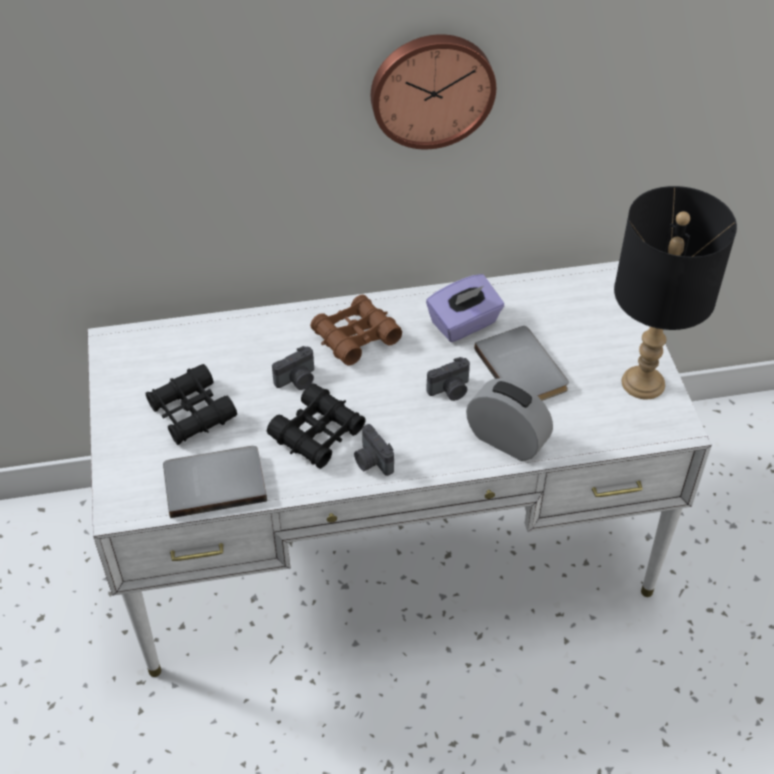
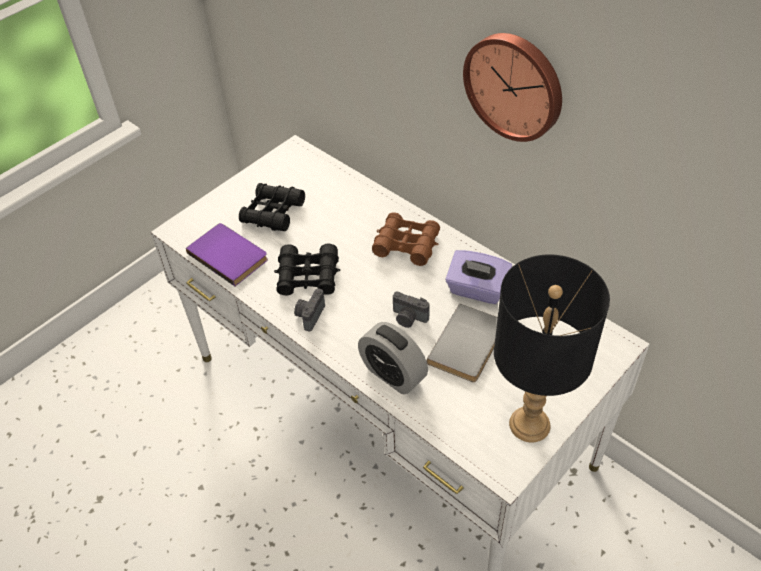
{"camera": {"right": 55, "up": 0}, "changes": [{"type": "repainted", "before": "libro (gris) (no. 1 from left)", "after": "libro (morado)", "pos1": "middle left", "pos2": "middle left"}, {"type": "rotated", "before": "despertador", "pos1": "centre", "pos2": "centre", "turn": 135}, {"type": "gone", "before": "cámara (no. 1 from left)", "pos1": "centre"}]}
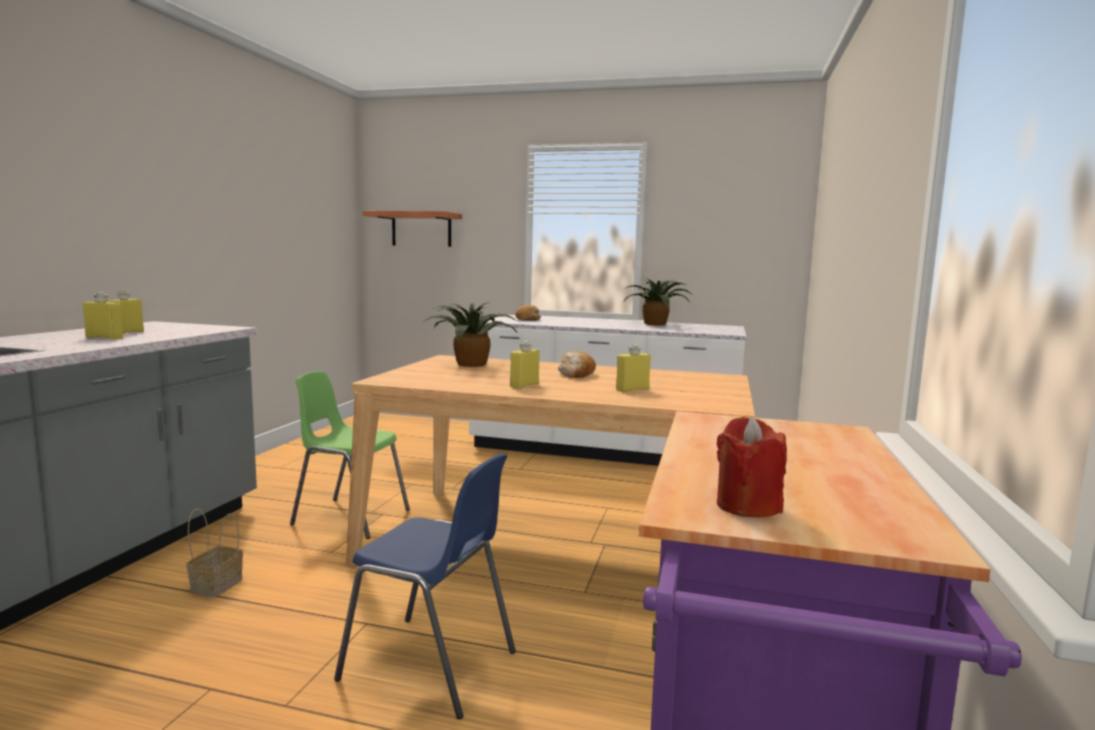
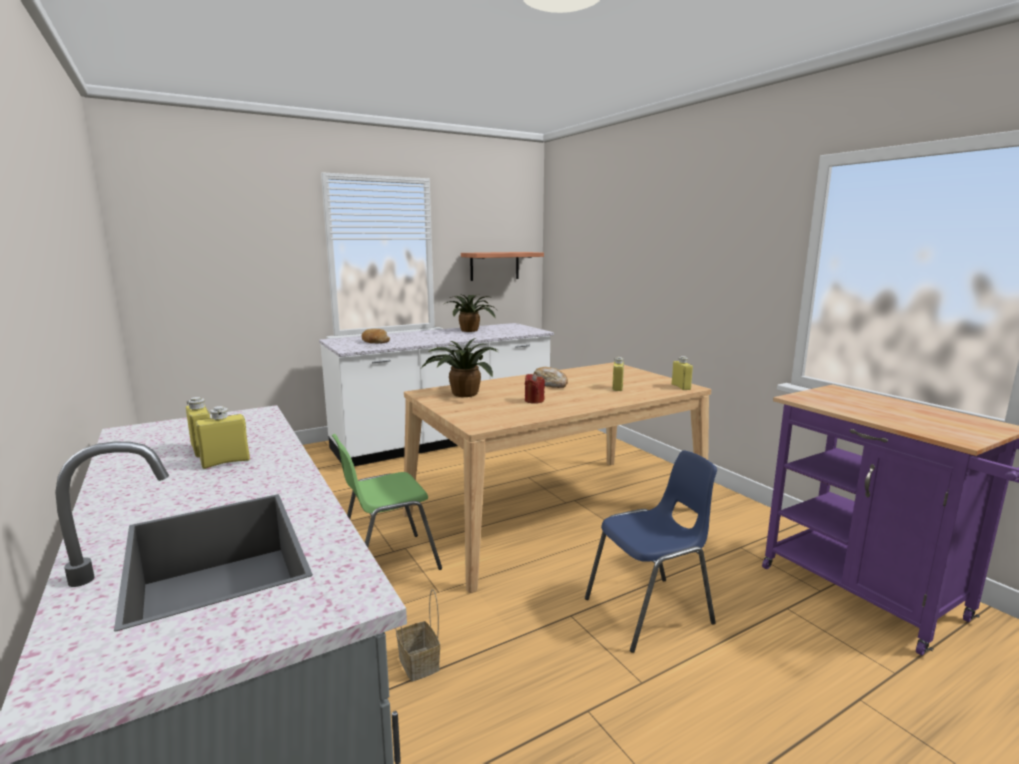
{"camera": {"right": -45, "up": 5}, "changes": [{"type": "shifted", "before": "estante", "pos1": "top centre", "pos2": "centre"}, {"type": "shifted", "before": "vela (rojo)", "pos1": "middle right", "pos2": "centre"}, {"type": "shifted", "before": "botella (amarillo) (no. 3 from left in the first image)", "after": "botella (amarillo) (no. 4 from left)", "pos1": "centre", "pos2": "middle right"}]}
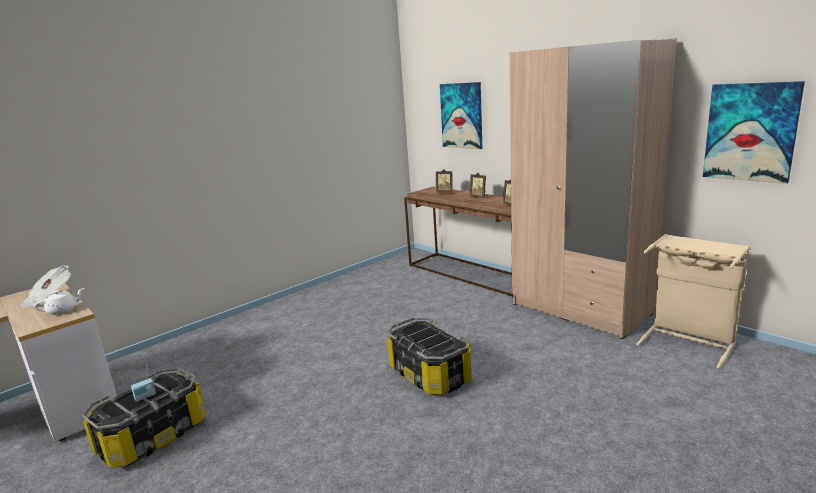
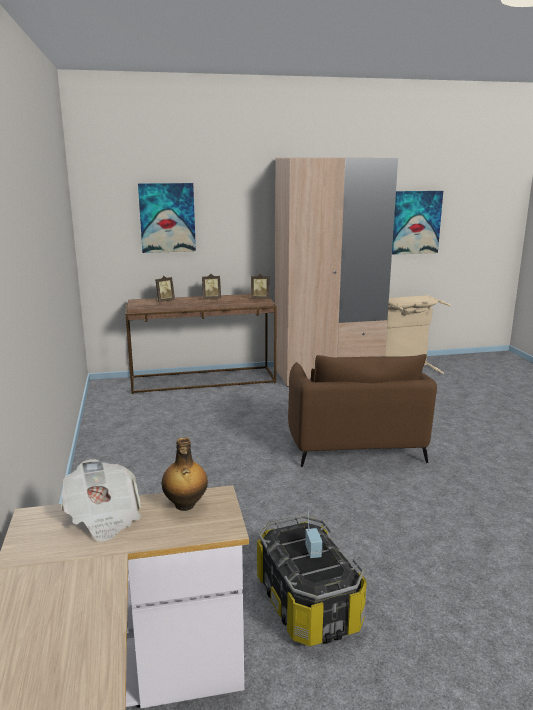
{"camera": {"right": -60, "up": 0}, "changes": [{"type": "swapped", "before": "tetera (blanco)", "after": "botella", "pos1": "middle left", "pos2": "bottom centre"}, {"type": "swapped", "before": "caja de almacenaje (no. 2 from left)", "after": "sillón (marrón)", "pos1": "bottom centre", "pos2": "middle right"}]}
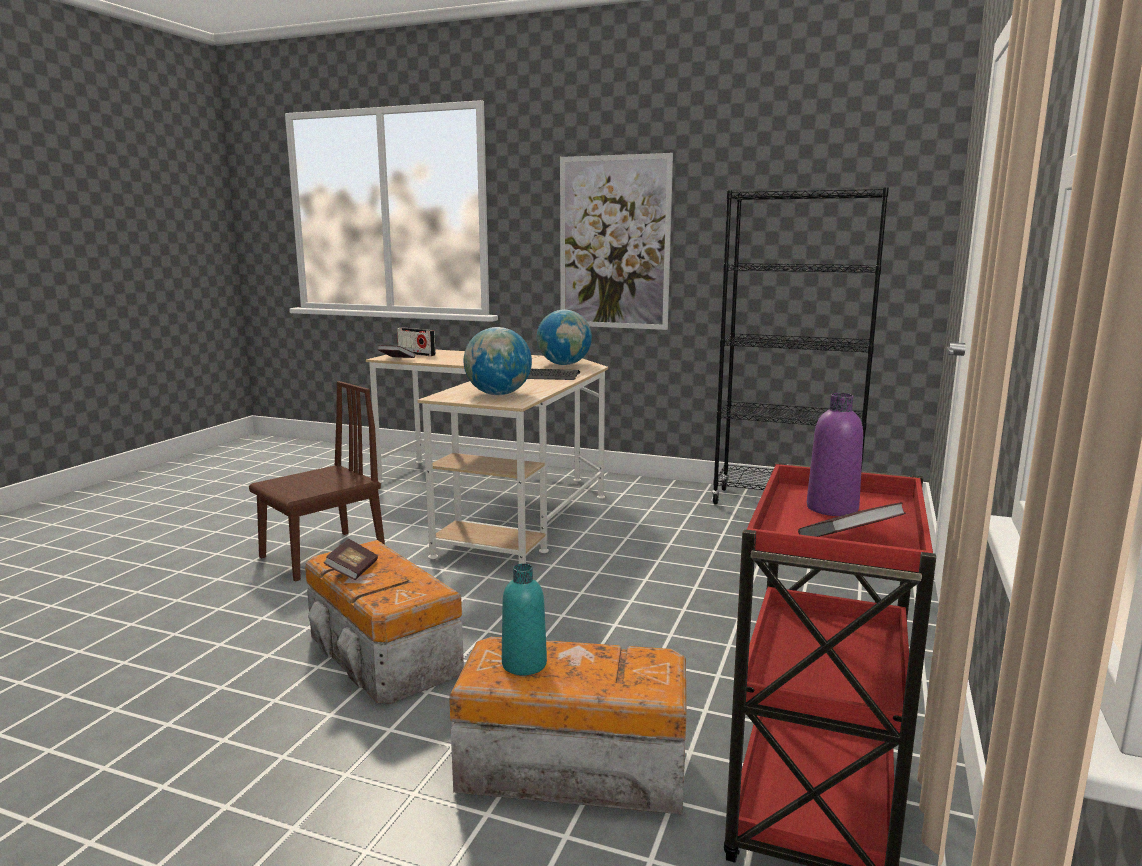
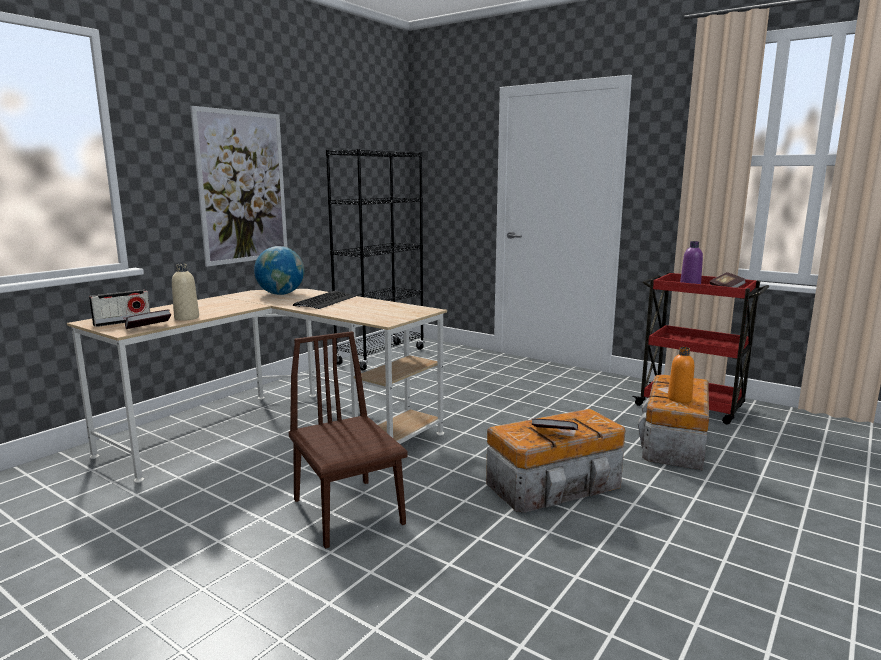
{"camera": {"right": -75, "up": 0}, "changes": [{"type": "new", "after": "botella (beis)", "pos2": "middle left"}, {"type": "repainted", "before": "botella (turquesa)", "after": "botella (naranja)", "pos1": "bottom centre", "pos2": "middle right"}, {"type": "gone", "before": "globo terráqueo (no. 1 from left)", "pos1": "centre"}]}
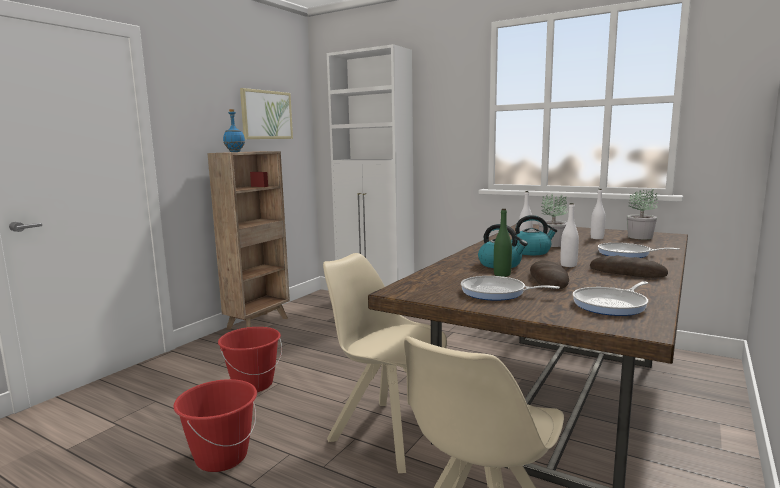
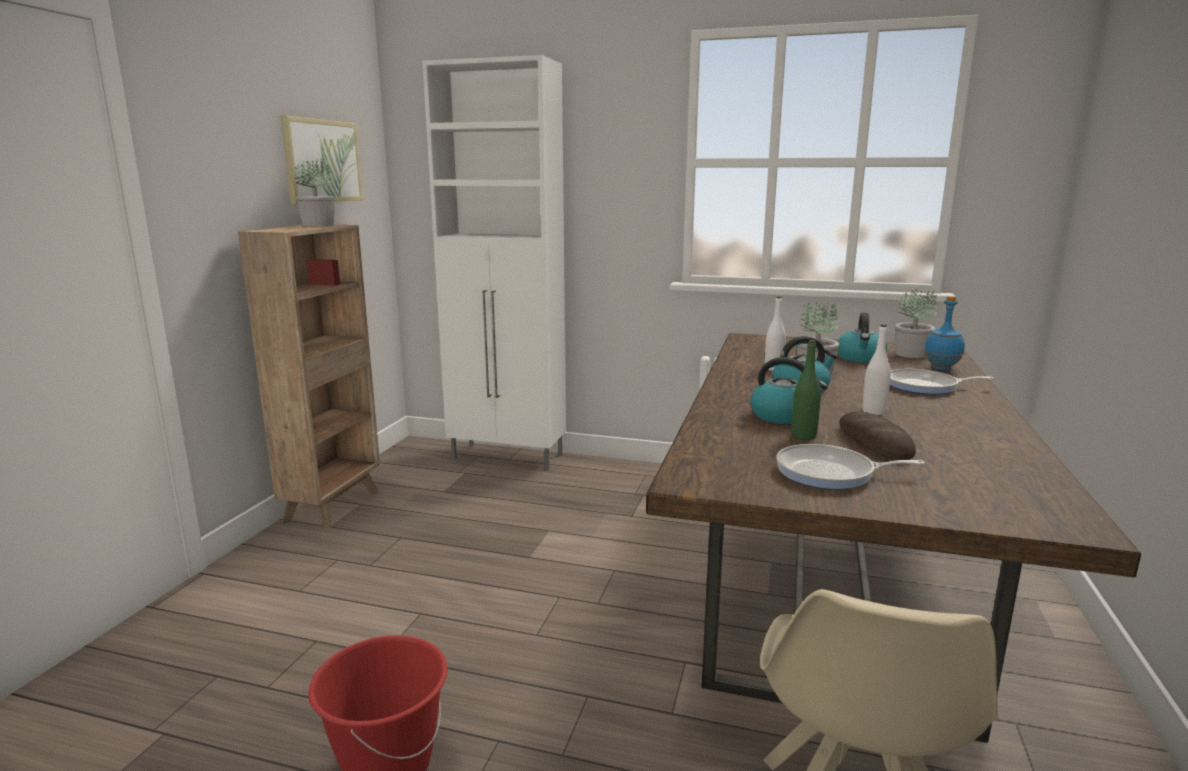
{"camera": {"right": -15, "up": 5}, "changes": [{"type": "new", "after": "planta en maceta (no. 1 from left)", "pos2": "top left"}, {"type": "swapped", "before": "botella (blanco) (no. 3 from left)", "after": "hervidor (no. 3 from left)", "pos1": "middle right", "pos2": "middle right"}, {"type": "shifted", "before": "botella (azul)", "pos1": "top left", "pos2": "middle right"}, {"type": "gone", "before": "cubo (rojo) (no. 2 from left)", "pos1": "bottom left"}, {"type": "gone", "before": "silla (beis) (no. 1 from left)", "pos1": "bottom centre"}, {"type": "gone", "before": "sartén (no. 2 from left)", "pos1": "middle right"}, {"type": "gone", "before": "pan (no. 2 from left)", "pos1": "middle right"}]}
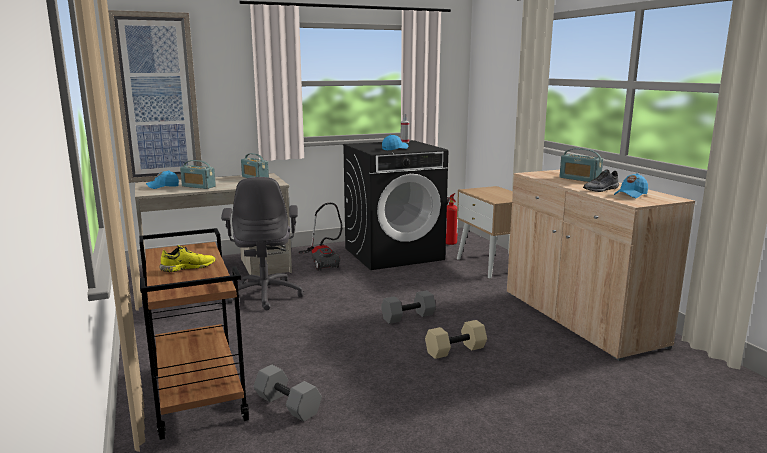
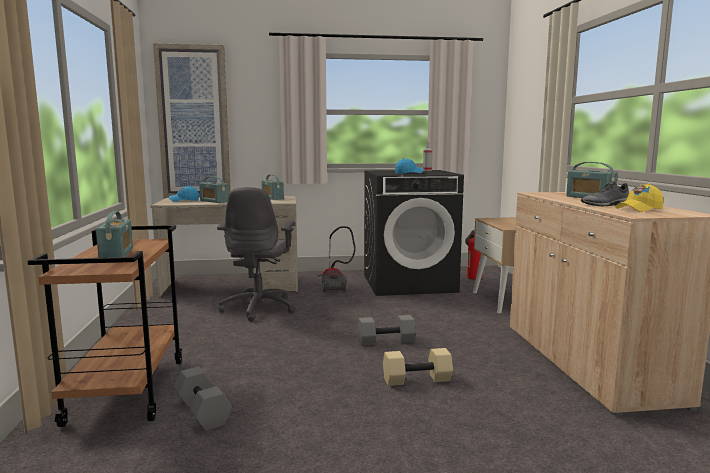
{"camera": {"right": 15, "up": -5}, "changes": [{"type": "swapped", "before": "zapato (amarillo)", "after": "radio (no. 1 from left)", "pos1": "middle left", "pos2": "middle left"}, {"type": "repainted", "before": "gorra (azul) (no. 3 from left)", "after": "gorra (amarillo)", "pos1": "middle right", "pos2": "middle right"}]}
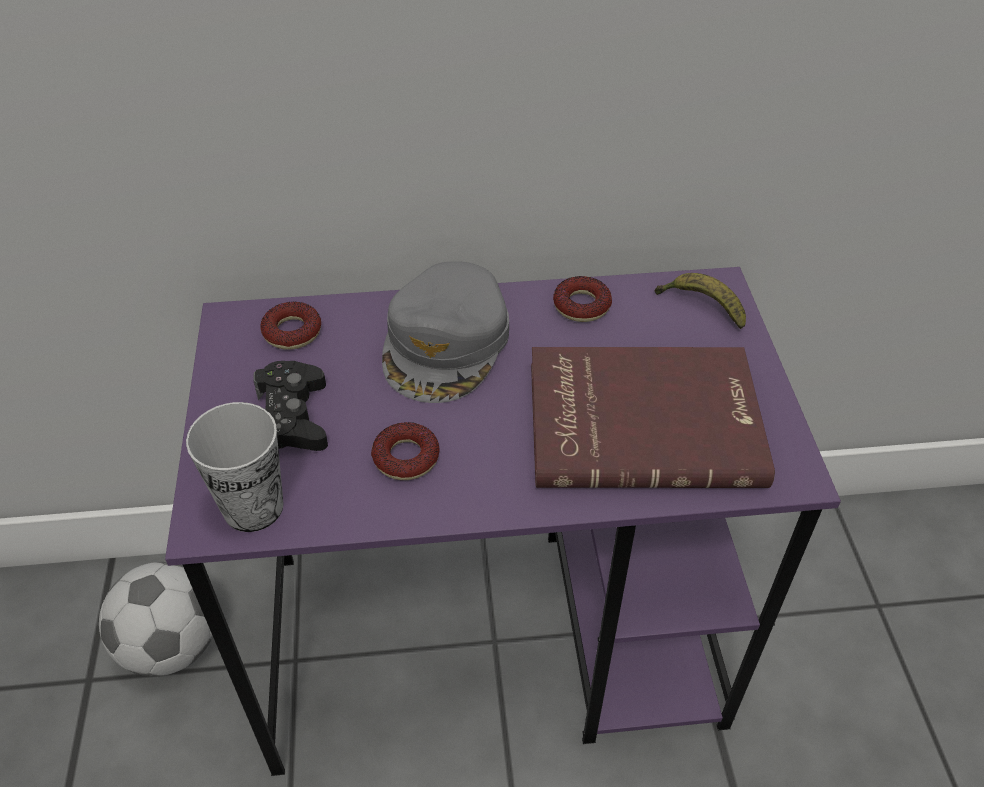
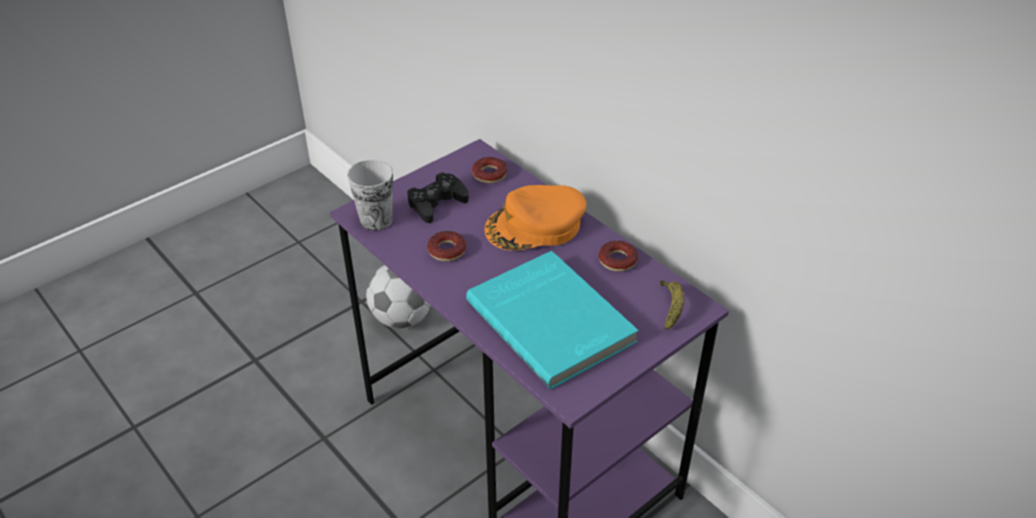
{"camera": {"right": 55, "up": -5}, "changes": [{"type": "repainted", "before": "libro (rojo)", "after": "libro (turquesa)", "pos1": "centre", "pos2": "centre"}, {"type": "repainted", "before": "gorra (gris)", "after": "gorra (naranja)", "pos1": "centre", "pos2": "centre"}]}
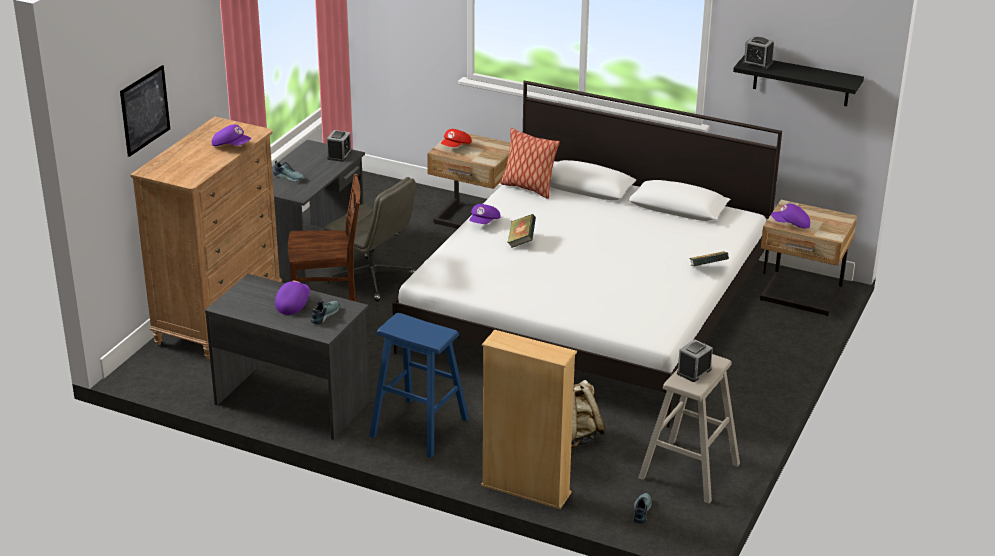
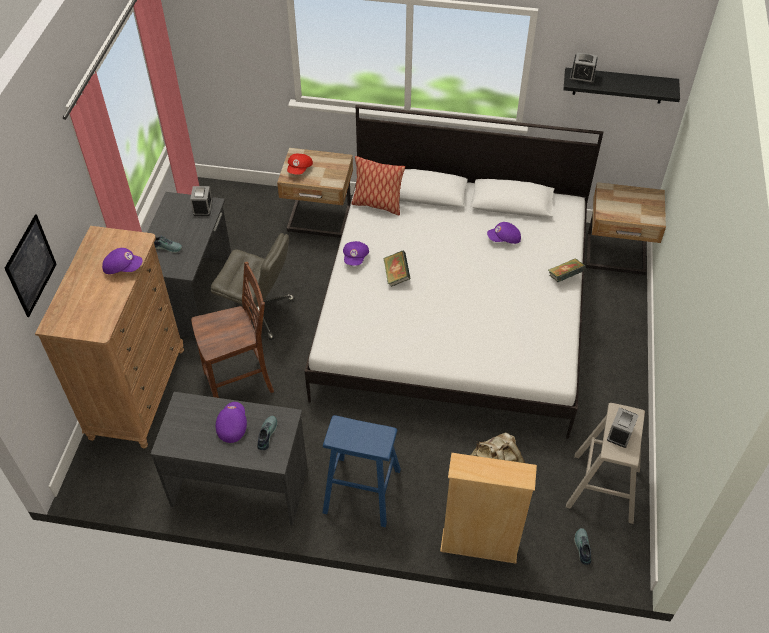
{"camera": {"right": -15, "up": 20}, "changes": [{"type": "shifted", "before": "gorra (morado) (no. 4 from left)", "pos1": "middle right", "pos2": "centre"}]}
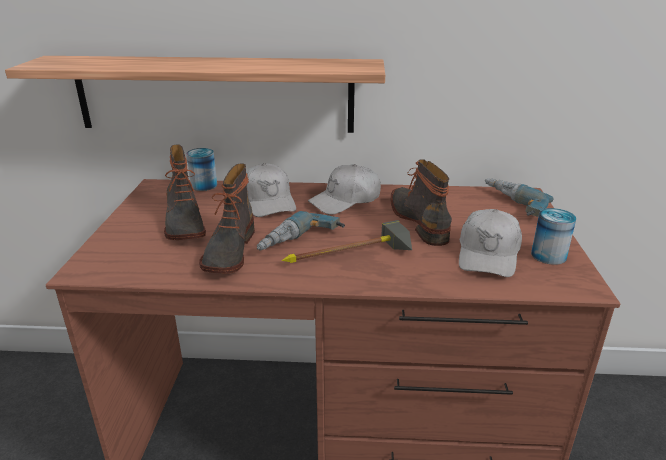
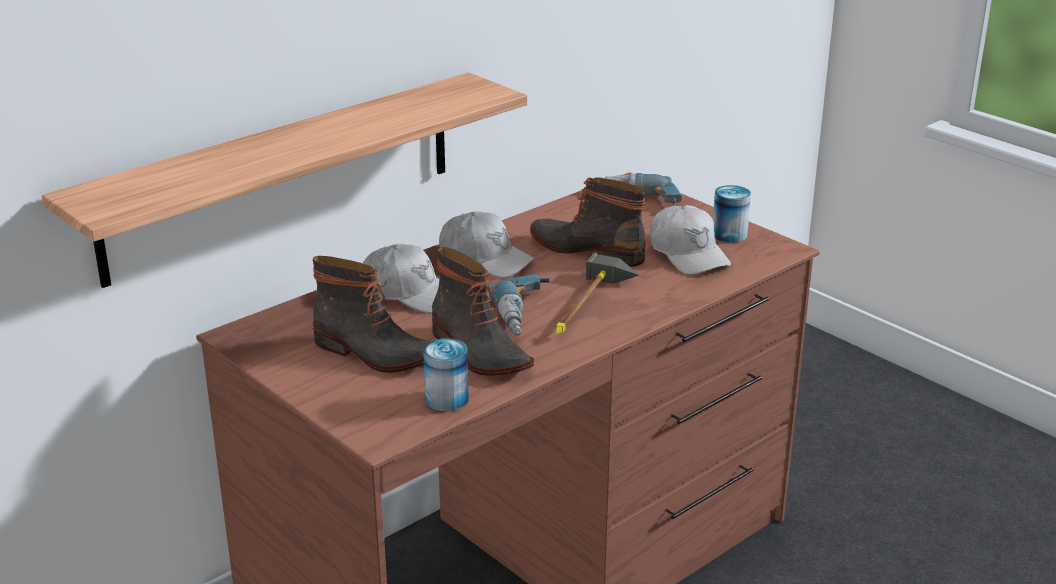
{"camera": {"right": -45, "up": 0}, "changes": [{"type": "shifted", "before": "lata (no. 1 from left)", "pos1": "middle left", "pos2": "centre"}, {"type": "rotated", "before": "gorra (blanco) (no. 2 from left)", "pos1": "centre", "pos2": "centre", "turn": -75}]}
